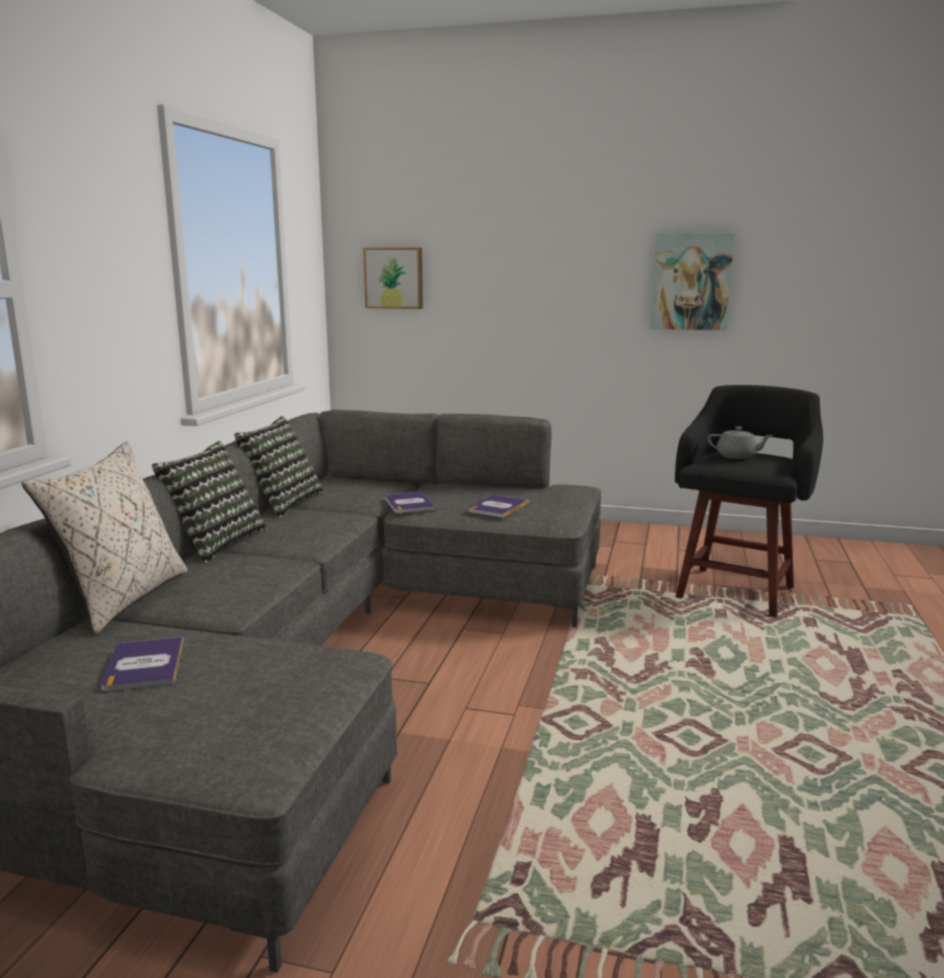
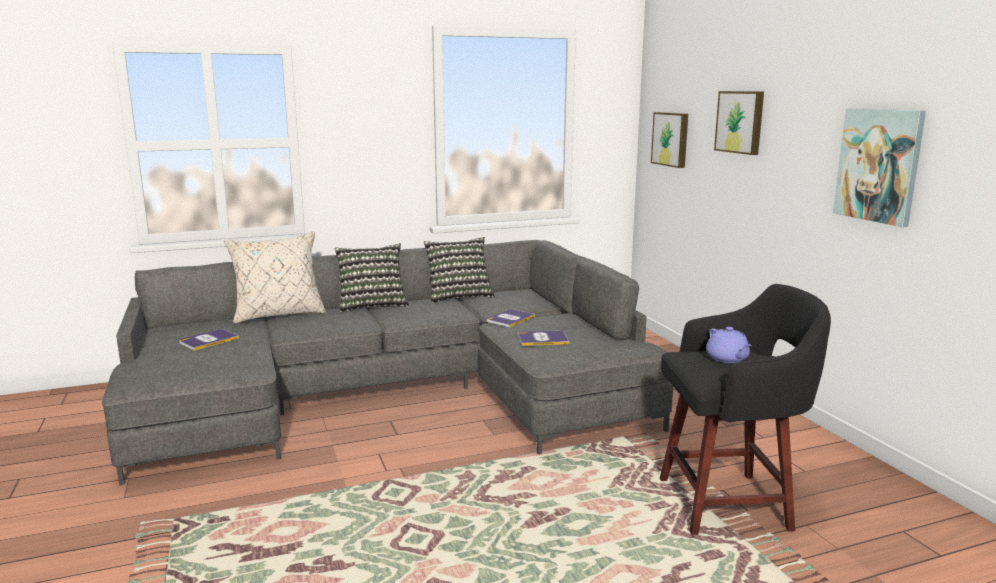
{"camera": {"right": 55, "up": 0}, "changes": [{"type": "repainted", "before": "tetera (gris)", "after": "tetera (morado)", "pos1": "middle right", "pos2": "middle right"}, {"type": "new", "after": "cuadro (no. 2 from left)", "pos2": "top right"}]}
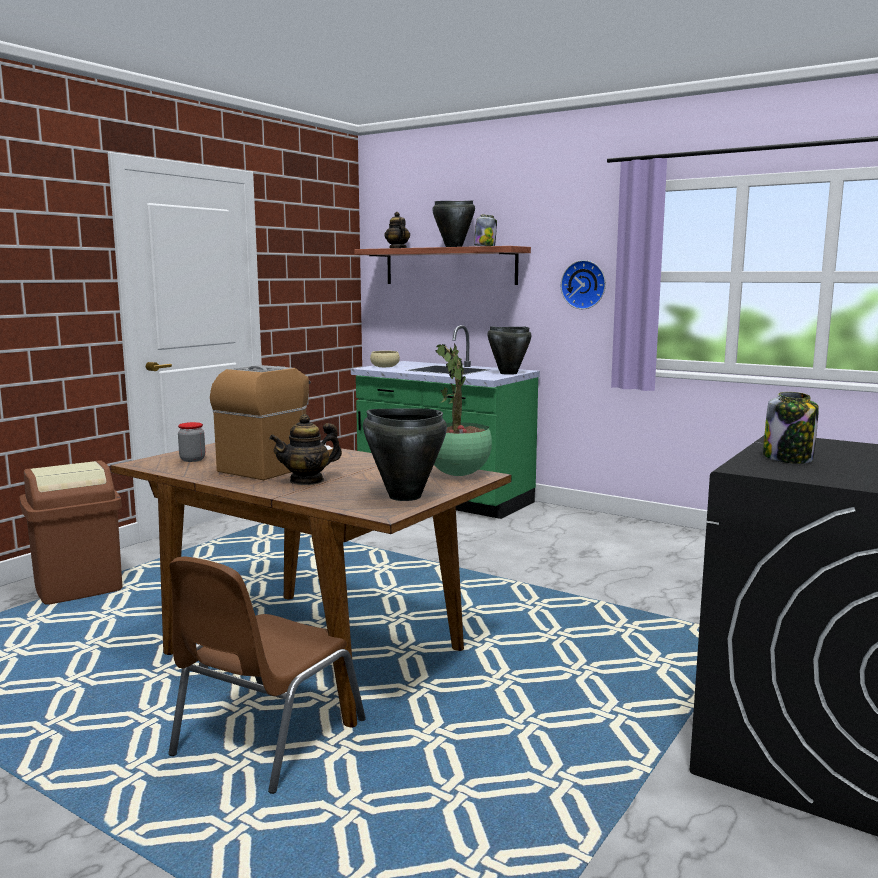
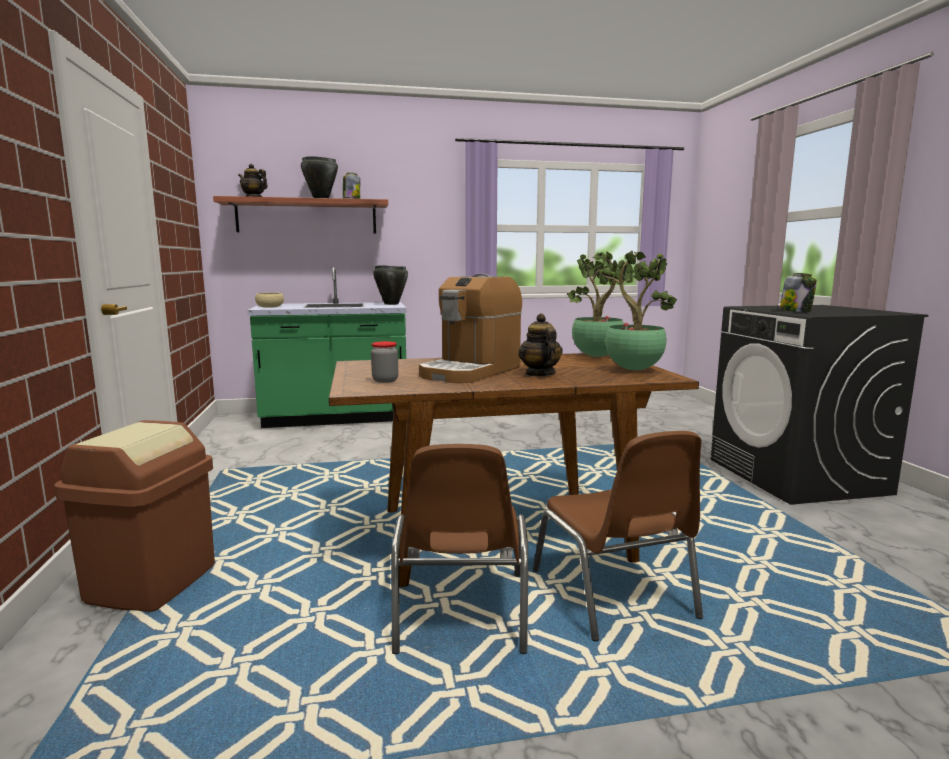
{"camera": {"right": -45, "up": 0}, "changes": [{"type": "new", "after": "silla (marrón) (no. 1 from left)", "pos2": "bottom centre"}, {"type": "rotated", "before": "cafetera", "pos1": "middle left", "pos2": "centre", "turn": -135}, {"type": "rotated", "before": "tetera (no. 1 from left in the first image)", "pos1": "centre", "pos2": "centre", "turn": 150}, {"type": "swapped", "before": "olla (negro) (no. 1 from left)", "after": "planta en maceta (no. 2 from left)", "pos1": "centre", "pos2": "middle right"}, {"type": "gone", "before": "reloj de pared", "pos1": "top centre"}]}
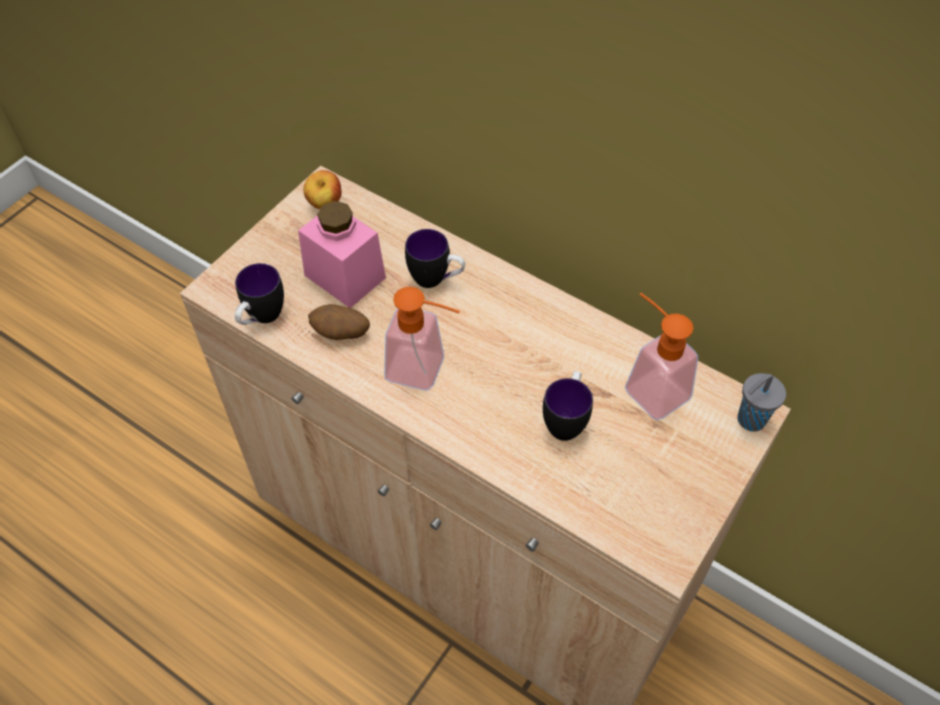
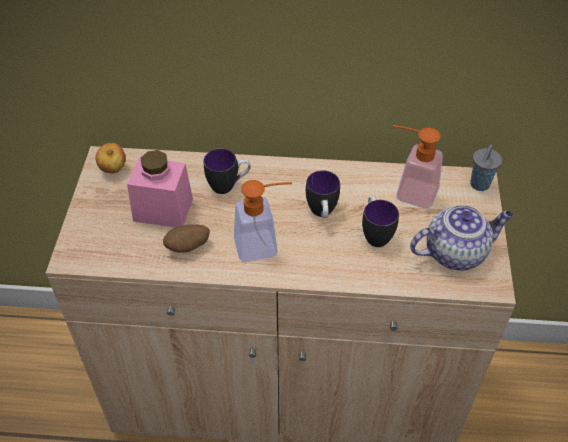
{"camera": {"right": -30, "up": -5}, "changes": [{"type": "shifted", "before": "taza grande (no. 1 from left in the first image)", "after": "taza grande (no. 2 from left)", "pos1": "middle left", "pos2": "centre"}, {"type": "new", "after": "tetera", "pos2": "middle right"}]}
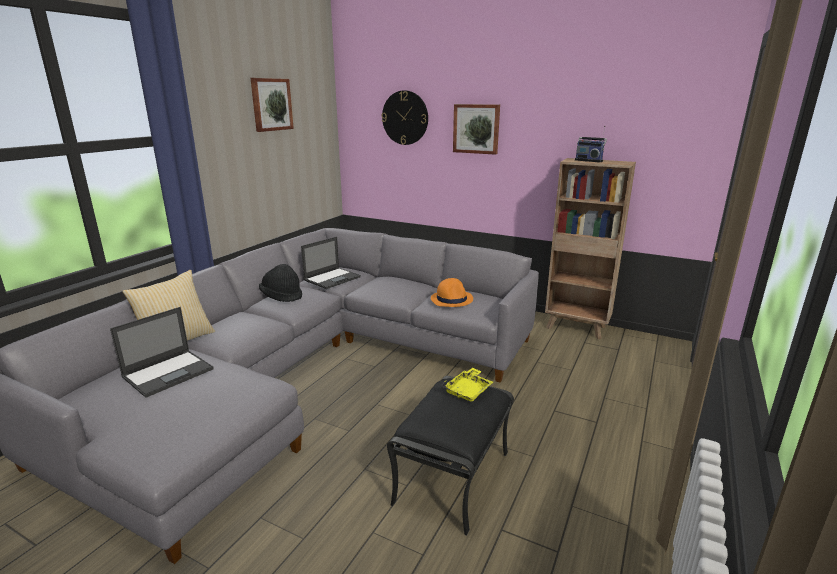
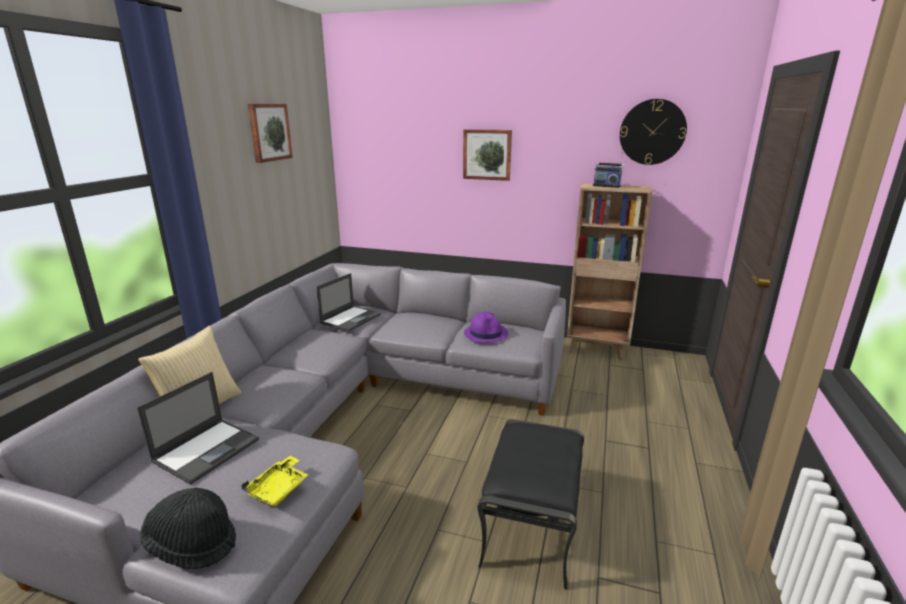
{"camera": {"right": -10, "up": 0}, "changes": [{"type": "shifted", "before": "sombrero (negro)", "pos1": "centre", "pos2": "bottom left"}, {"type": "shifted", "before": "bandeja (amarillo)", "pos1": "bottom centre", "pos2": "bottom left"}, {"type": "repainted", "before": "sombrero (naranja)", "after": "sombrero (morado)", "pos1": "centre", "pos2": "centre"}, {"type": "shifted", "before": "reloj de pared", "pos1": "top centre", "pos2": "top right"}]}
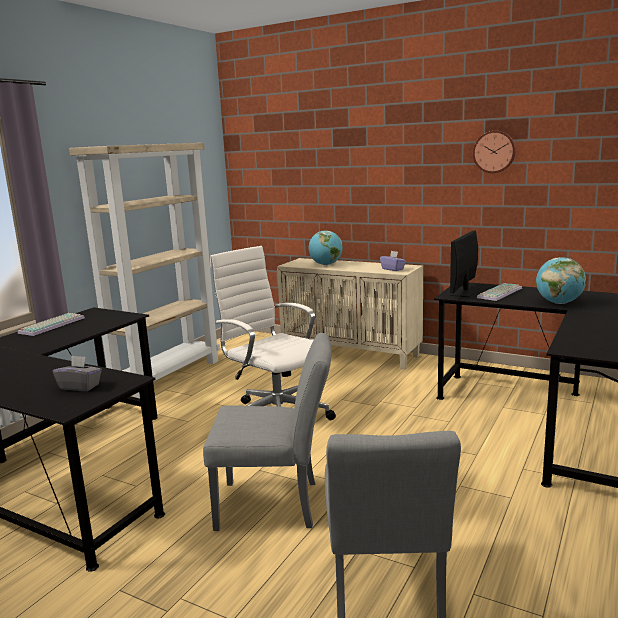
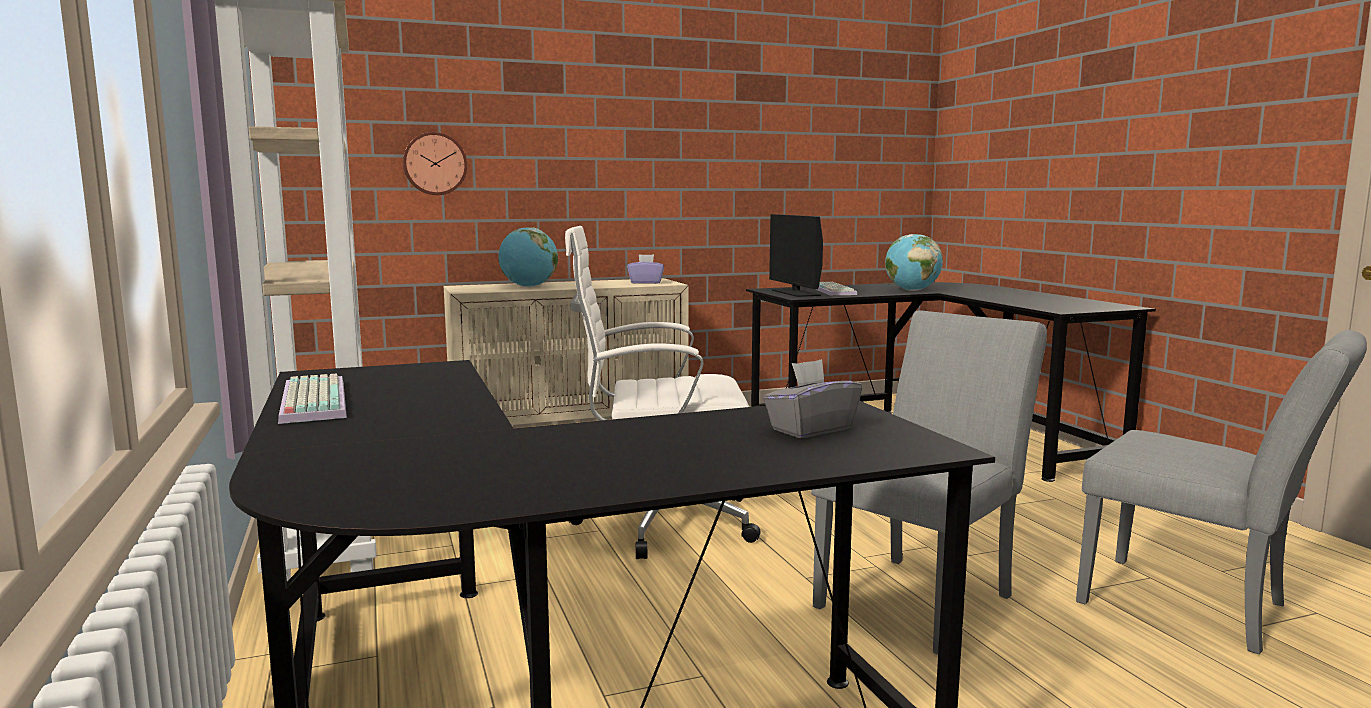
{"camera": {"right": -50, "up": -5}, "changes": [{"type": "shifted", "before": "reloj de pared", "pos1": "top right", "pos2": "top left"}]}
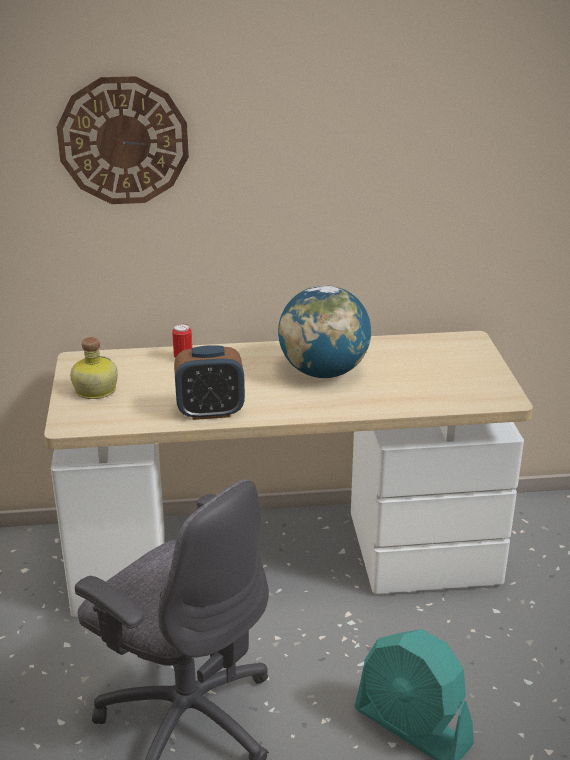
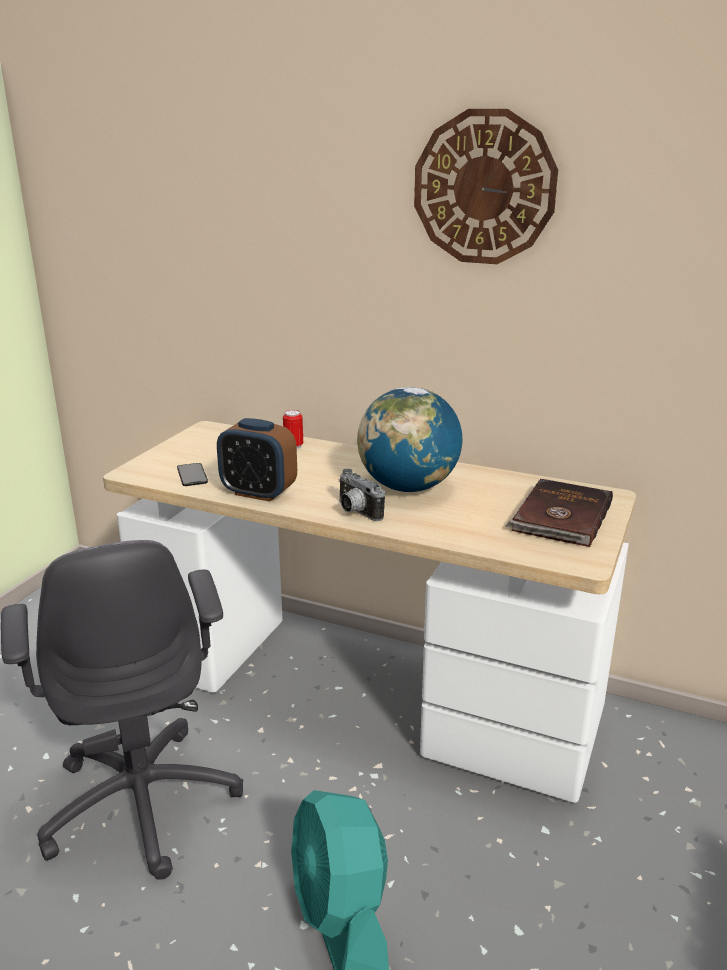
{"camera": {"right": 30, "up": -5}, "changes": [{"type": "new", "after": "móvil", "pos2": "middle left"}, {"type": "new", "after": "cámara", "pos2": "centre"}, {"type": "shifted", "before": "reloj de pared", "pos1": "top left", "pos2": "top right"}, {"type": "new", "after": "libro (marrón)", "pos2": "middle right"}, {"type": "gone", "before": "botella", "pos1": "middle left"}]}
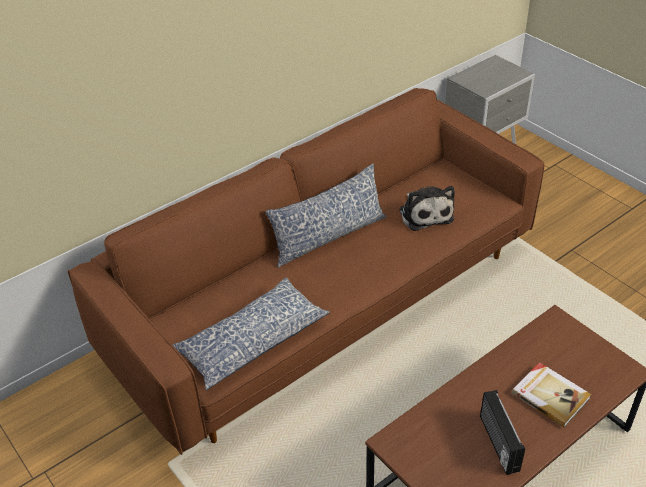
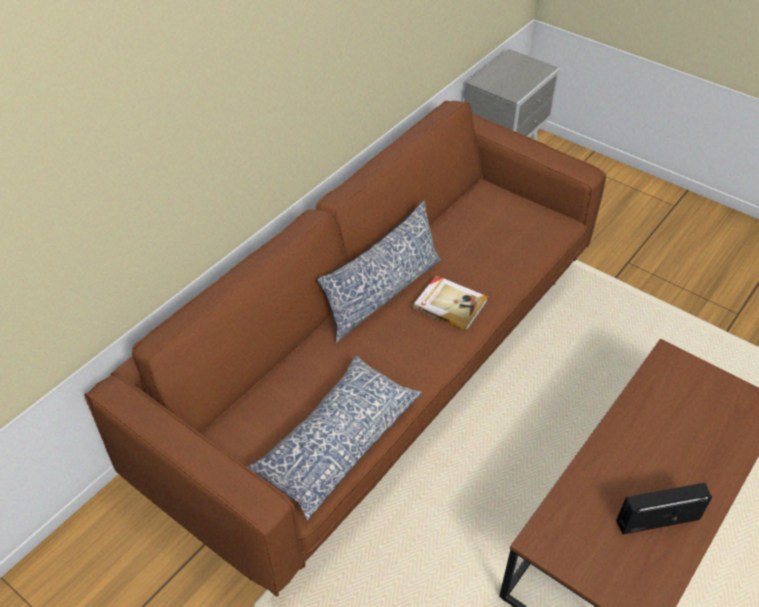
{"camera": {"right": -15, "up": 5}, "changes": [{"type": "shifted", "before": "libro", "pos1": "bottom right", "pos2": "centre"}, {"type": "rotated", "before": "radio", "pos1": "bottom right", "pos2": "bottom right", "turn": 105}, {"type": "gone", "before": "peluche", "pos1": "centre"}]}
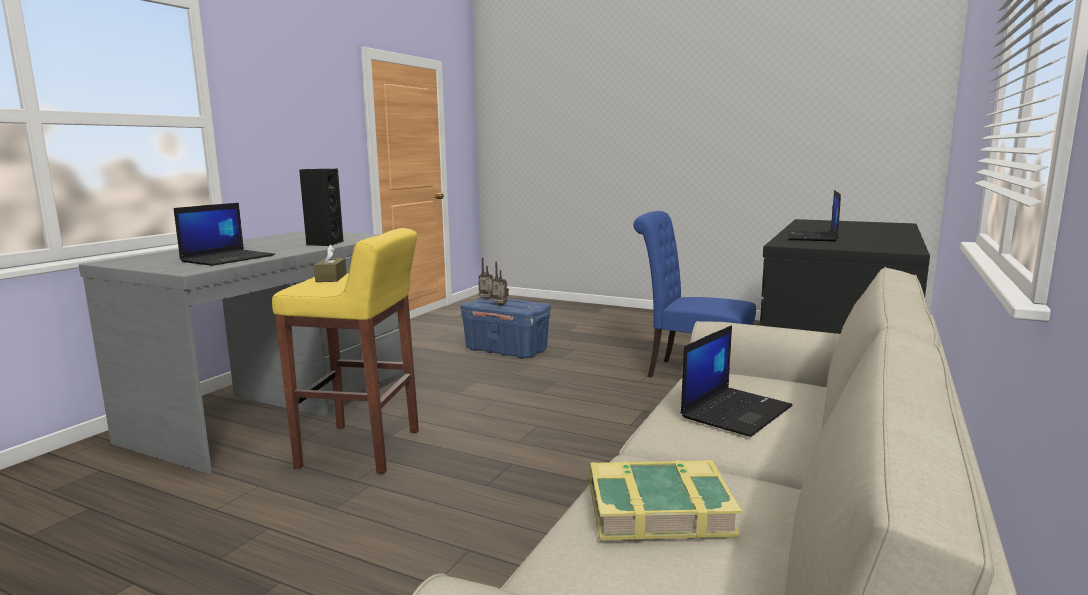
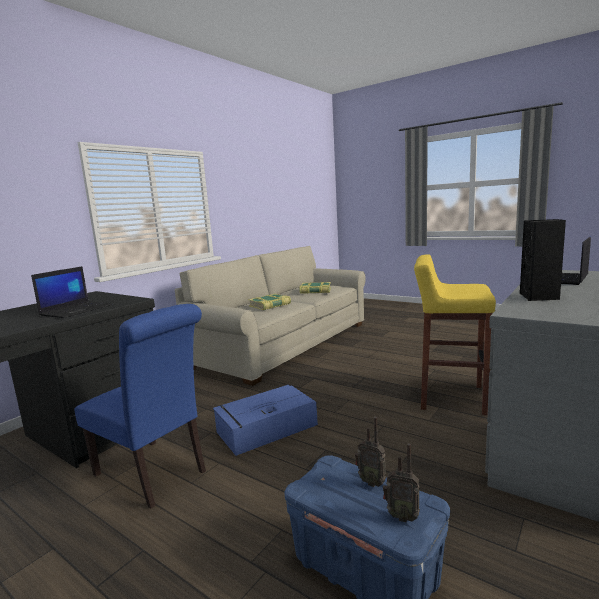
{"camera": {"right": -170, "up": 0}, "changes": [{"type": "new", "after": "caja de almacenaje (azul) (no. 1 from left)", "pos2": "bottom centre"}, {"type": "swapped", "before": "portátil (no. 2 from left)", "after": "libro (no. 1 from left)", "pos1": "middle right", "pos2": "centre"}, {"type": "gone", "before": "caja de pañuelos (marrón)", "pos1": "middle left"}]}
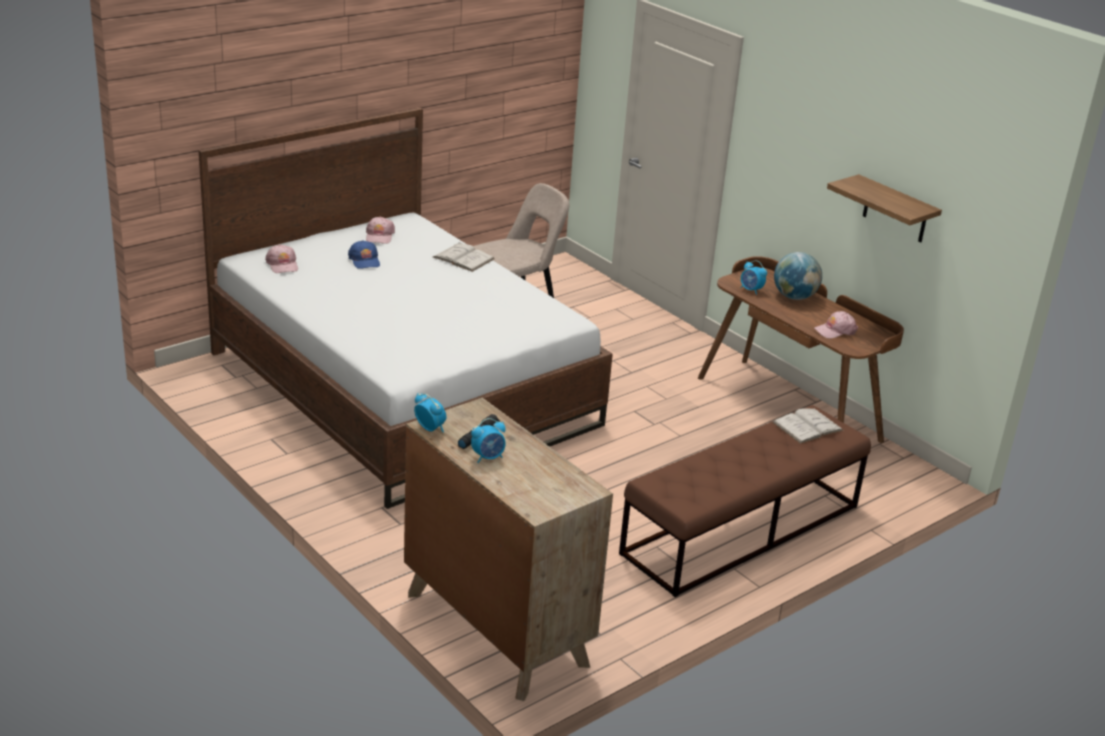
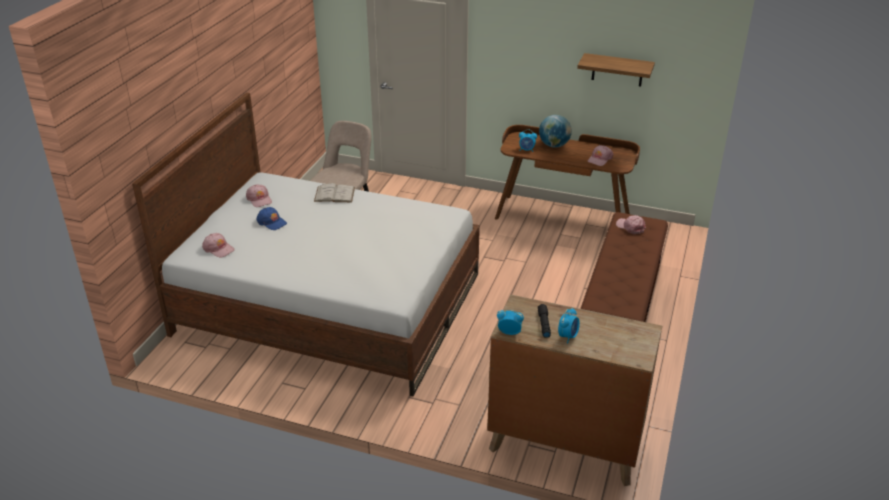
{"camera": {"right": -30, "up": 5}, "changes": [{"type": "swapped", "before": "libro (blanco) (no. 2 from left)", "after": "gorra (rosa) (no. 4 from left)", "pos1": "middle right", "pos2": "middle right"}]}
